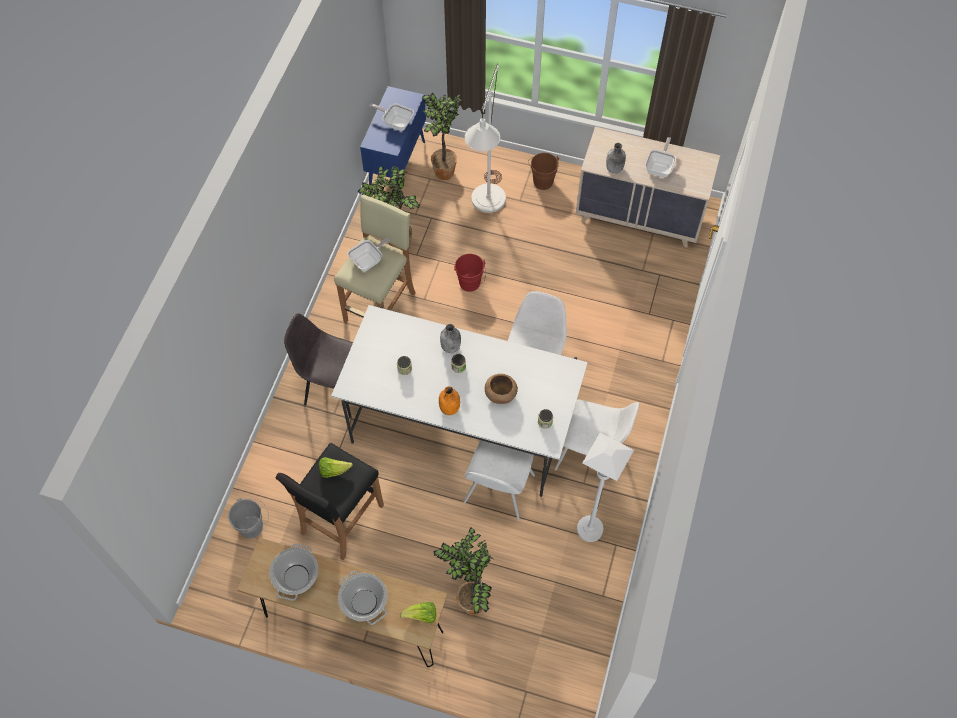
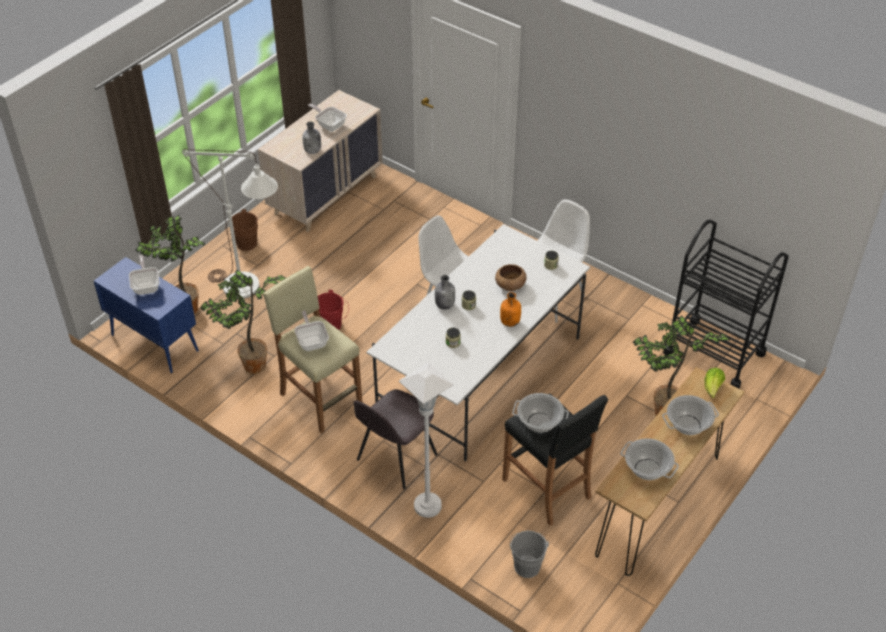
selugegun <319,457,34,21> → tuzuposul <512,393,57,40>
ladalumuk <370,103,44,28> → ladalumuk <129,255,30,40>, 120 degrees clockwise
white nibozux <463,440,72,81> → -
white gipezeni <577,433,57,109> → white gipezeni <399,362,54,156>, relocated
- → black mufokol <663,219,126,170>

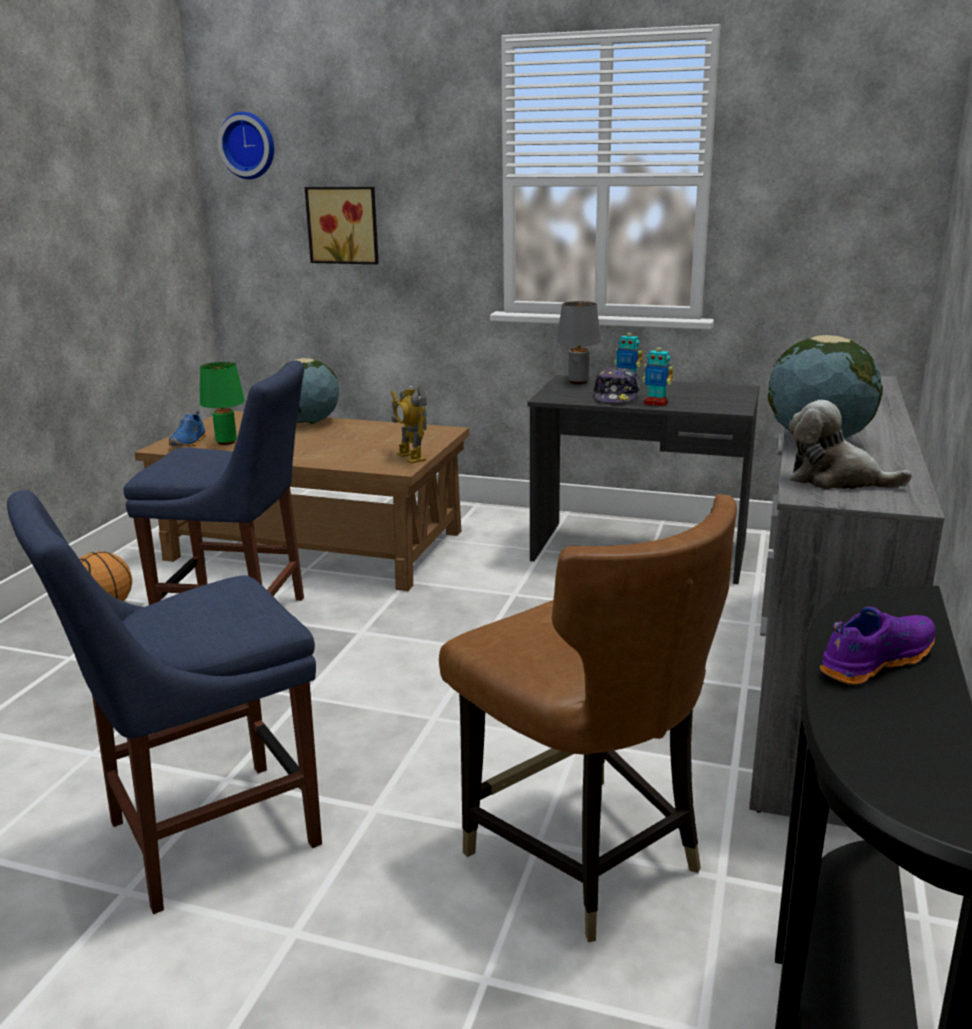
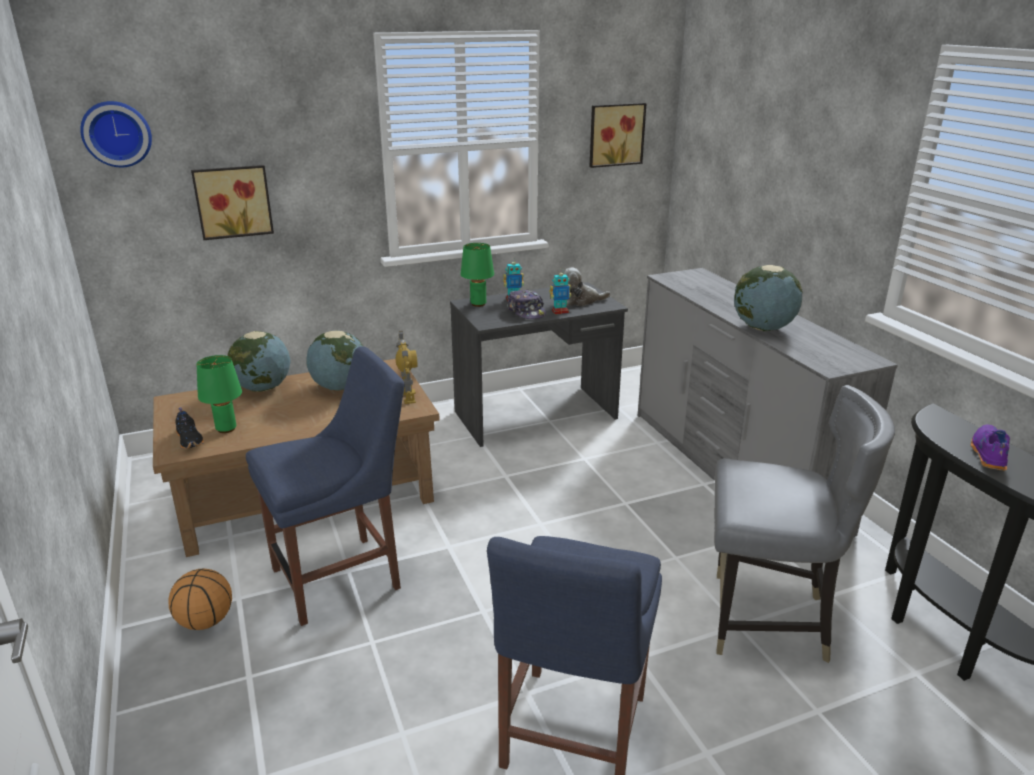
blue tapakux <169,411,37,35> → black tapakux <175,407,29,42>
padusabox <391,385,36,79> → padusabox <396,331,22,73>, 120 degrees counterclockwise
brown nibozux <439,494,298,448> → grey nibozux <714,385,181,278>
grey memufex <557,301,44,83> → green memufex <460,243,34,64>
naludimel <789,400,123,89> → naludimel <563,268,47,38>, relocated
- → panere <306,330,57,61>
- → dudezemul <589,103,58,65>

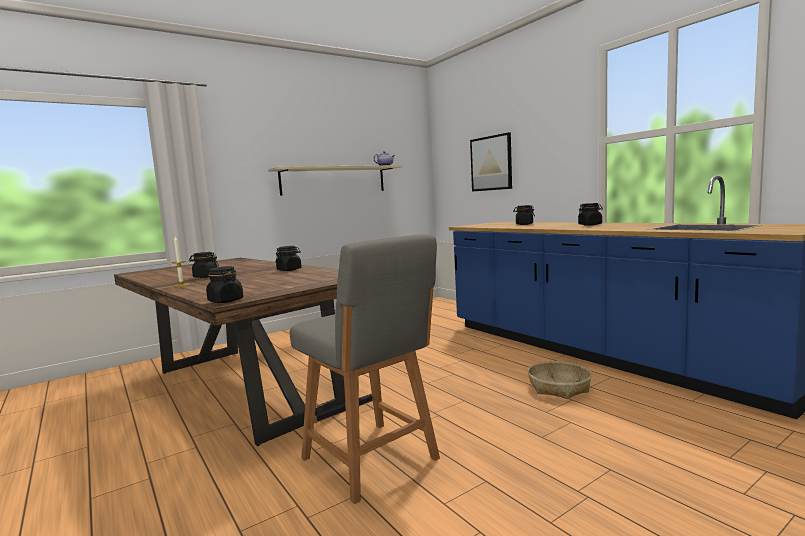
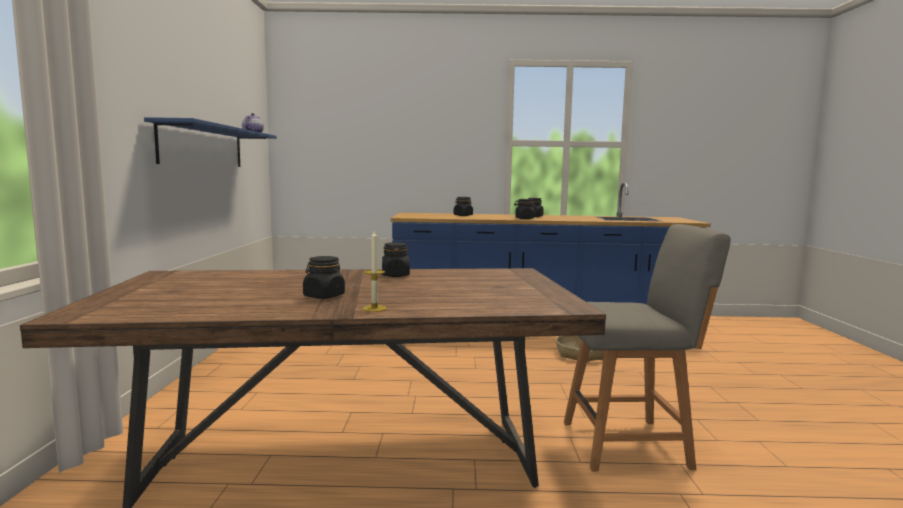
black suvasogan <206,266,37,37> → black suvasogan <515,199,21,20>, relocated
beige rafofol <268,165,135,31> → blue rafofol <144,117,133,50>
dudezemul <470,132,42,60> → -

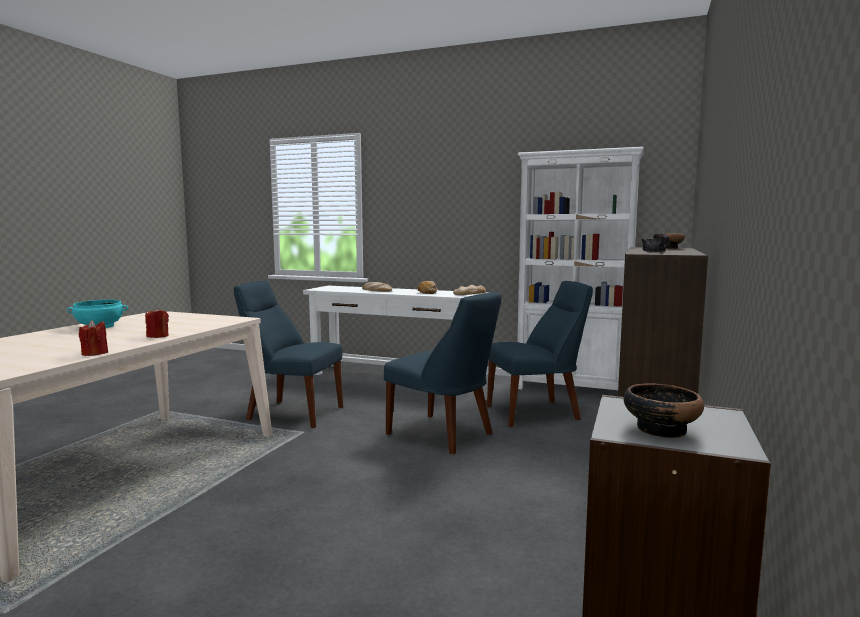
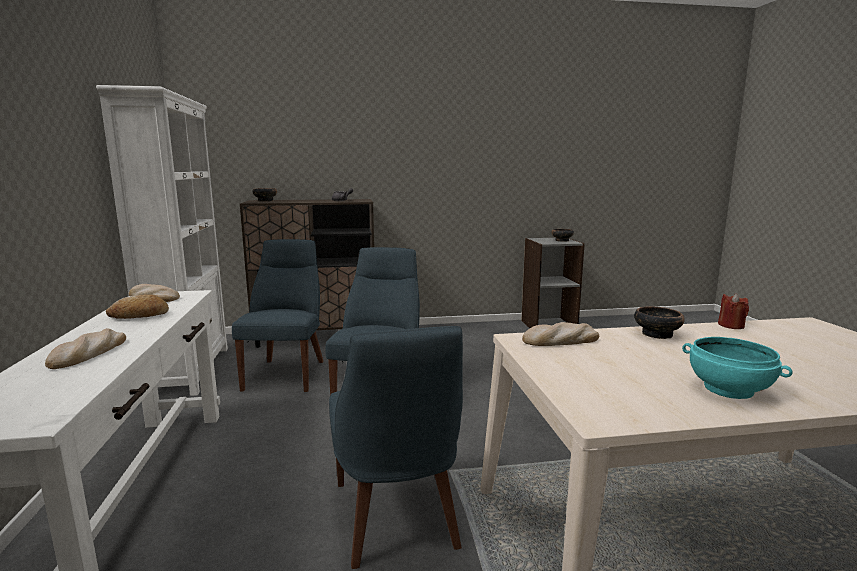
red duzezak <145,308,24,30> → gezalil <634,306,51,33>
blue nibozux <487,281,106,146> → blue nibozux <232,239,92,153>, 45 degrees clockwise
- → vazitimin <522,322,77,24>

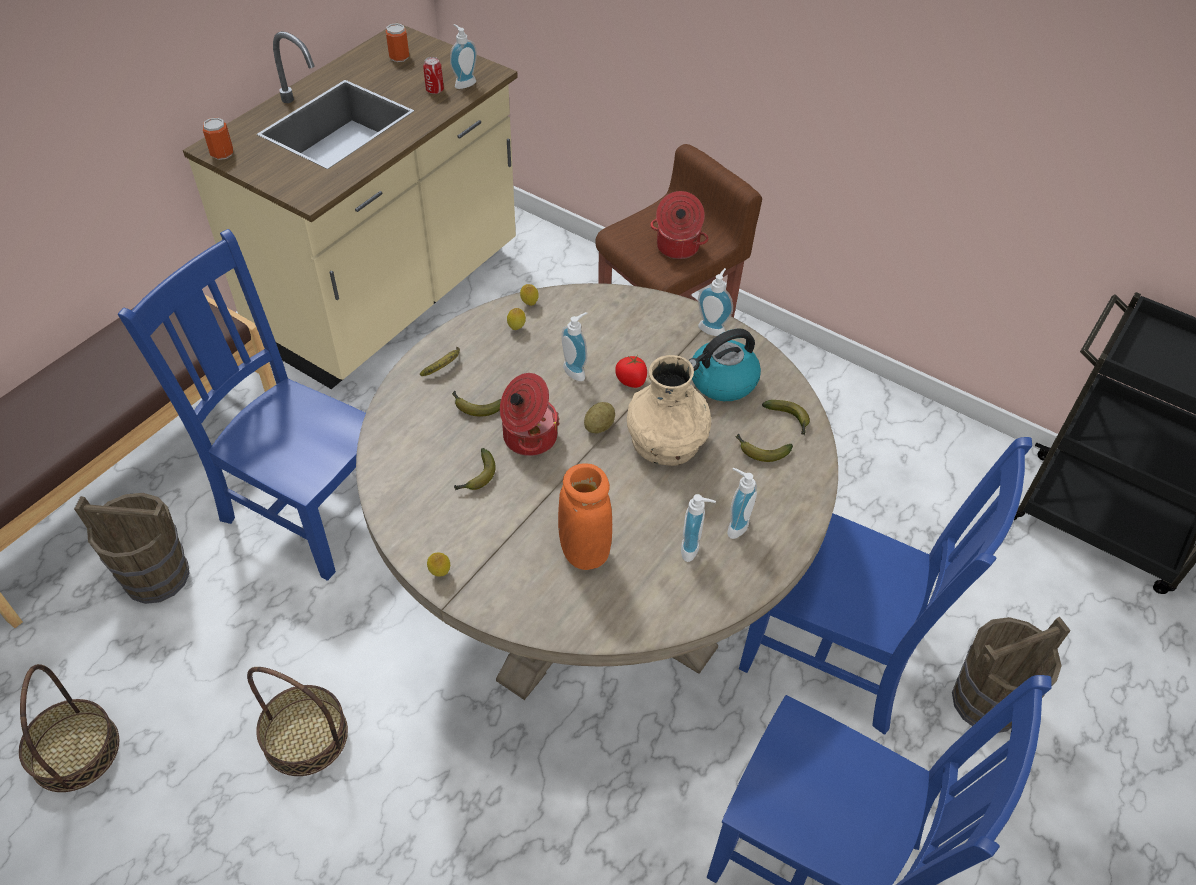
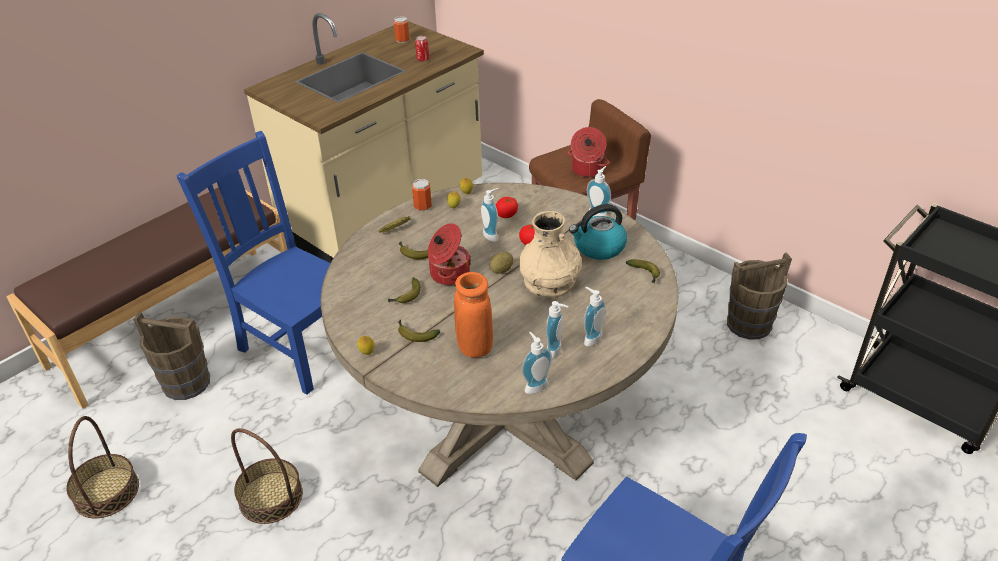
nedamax <203,118,30,42> → nedamax <412,179,20,32>, relocated
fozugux <450,24,27,65> → fozugux <522,332,30,62>, relocated
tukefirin <735,434,58,28> → tukefirin <398,320,42,22>, relocated
blue nibozux <739,437,293,298> → -
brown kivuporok <952,617,119,116> → brown kivuporok <727,252,65,88>, relocated
- → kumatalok <496,197,22,21>

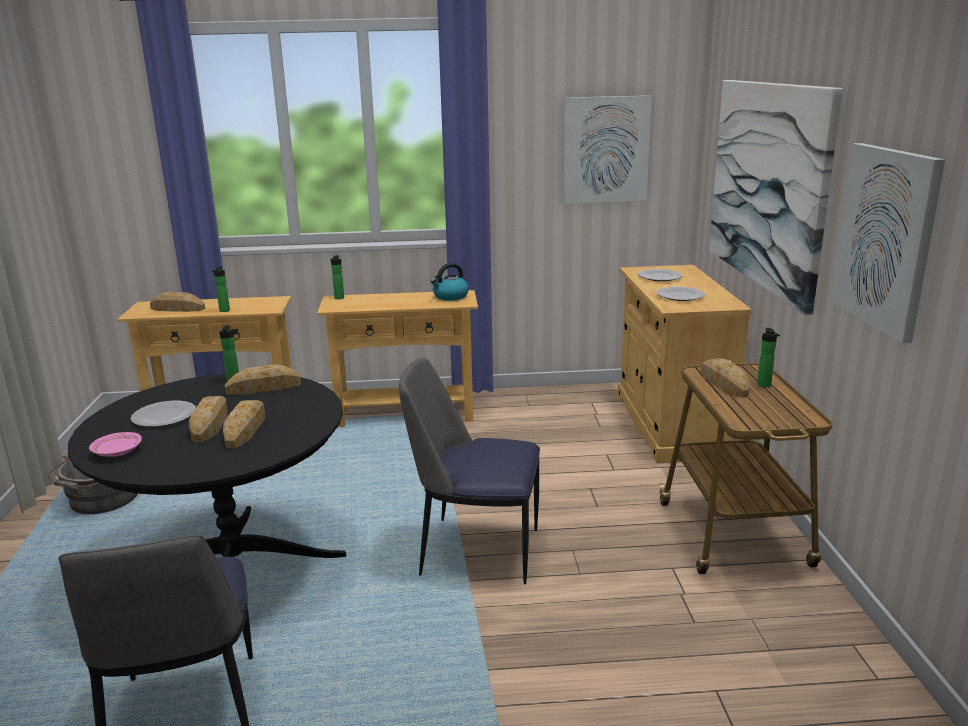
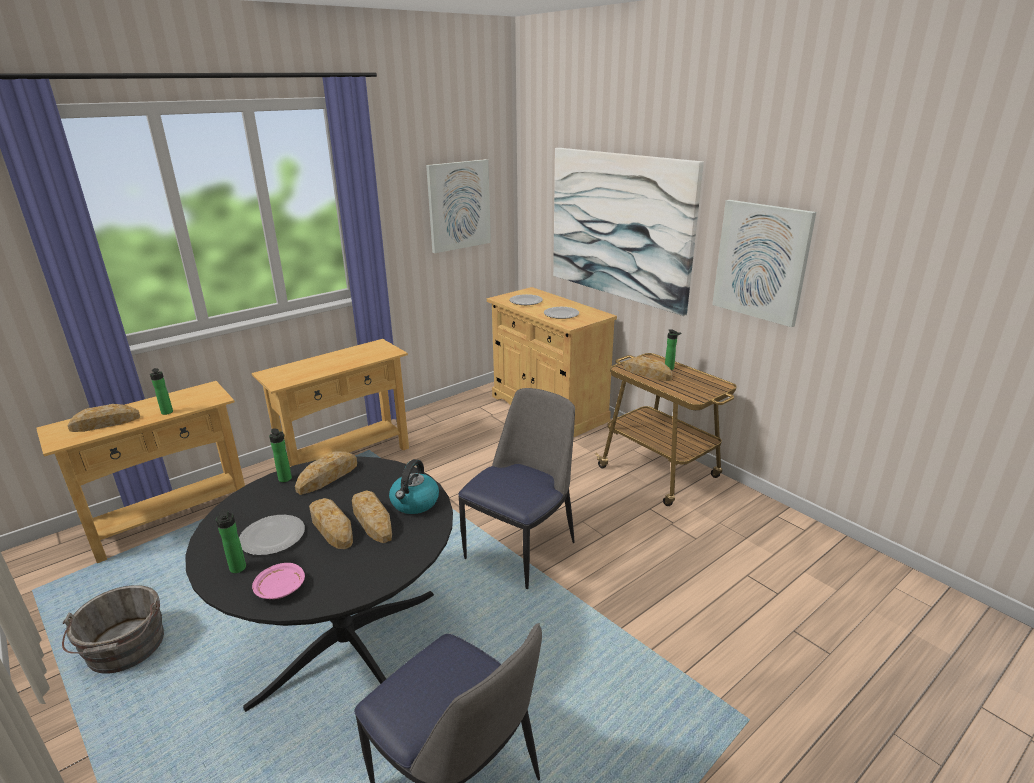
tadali <330,255,14,44> → tadali <216,509,30,64>, relocated
nibozux <399,358,141,226> → nibozux <459,388,116,201>, 150 degrees clockwise
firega <430,263,39,38> → firega <389,459,50,55>, relocated

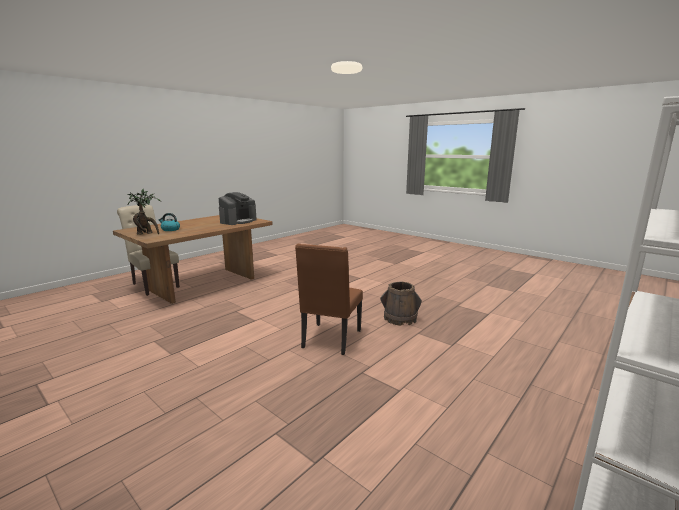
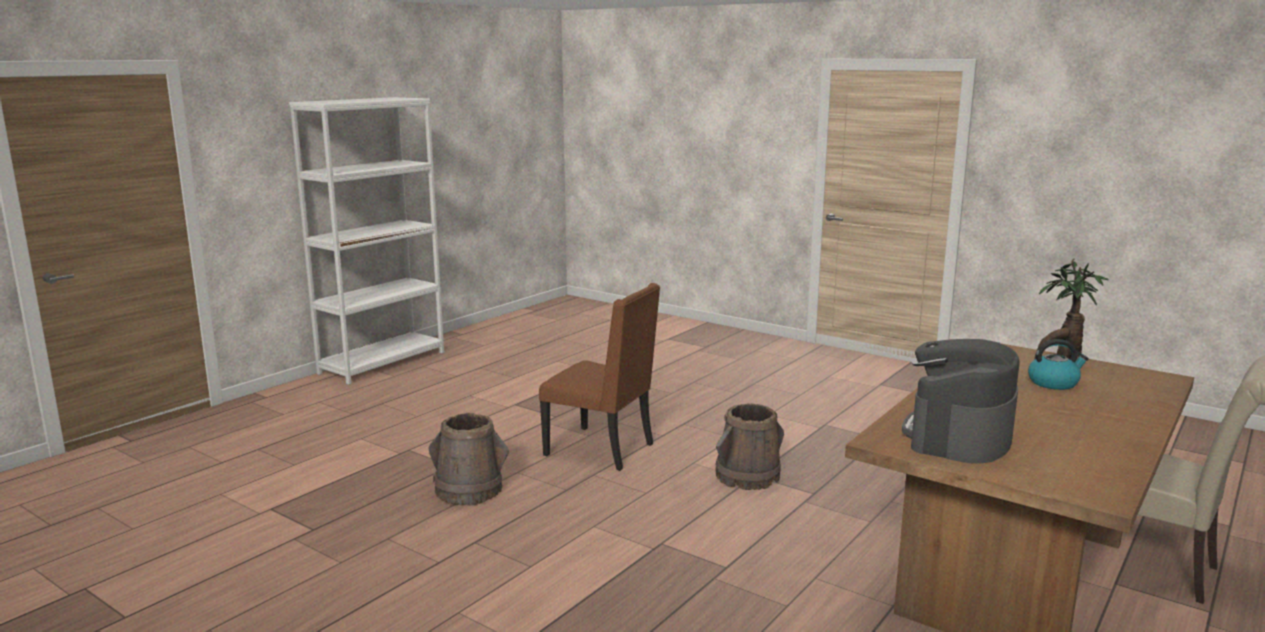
brown nibozux <295,244,68,111> → brown nibozux <539,283,121,188>, 105 degrees clockwise
- → brown kivuporok <715,403,69,87>

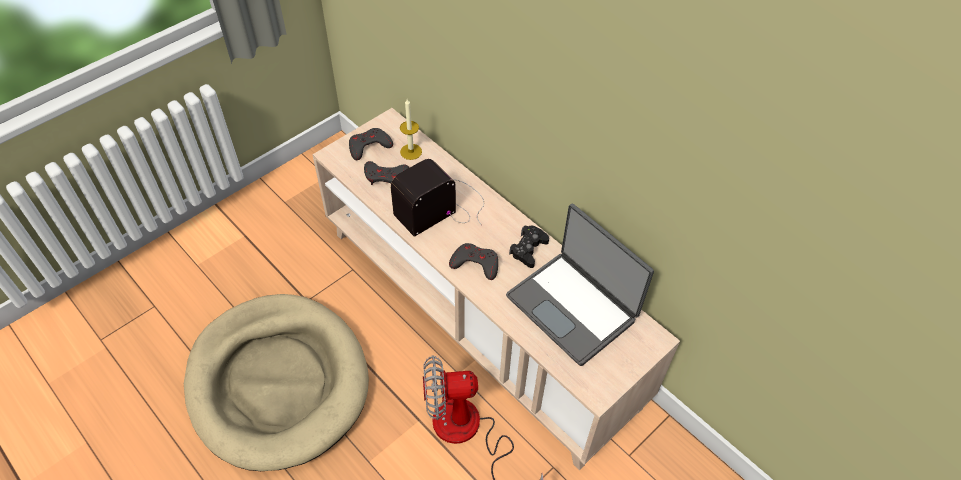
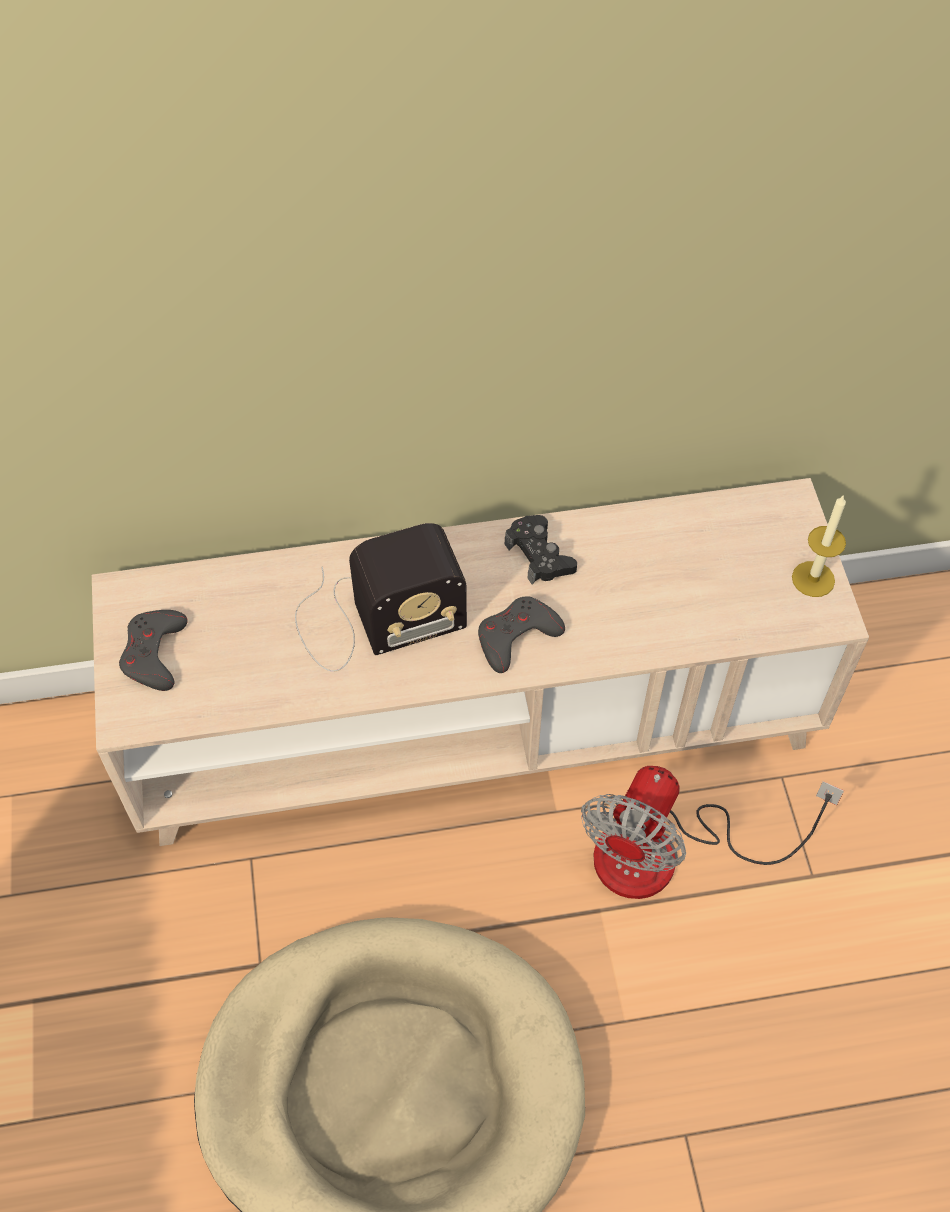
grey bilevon <364,161,45,24> → -
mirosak <391,159,93,78> → mirosak <295,523,172,149>, 105 degrees counterclockwise
duzezak <400,99,22,61> → duzezak <792,495,54,102>, relocated
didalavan <506,203,148,163> → -

